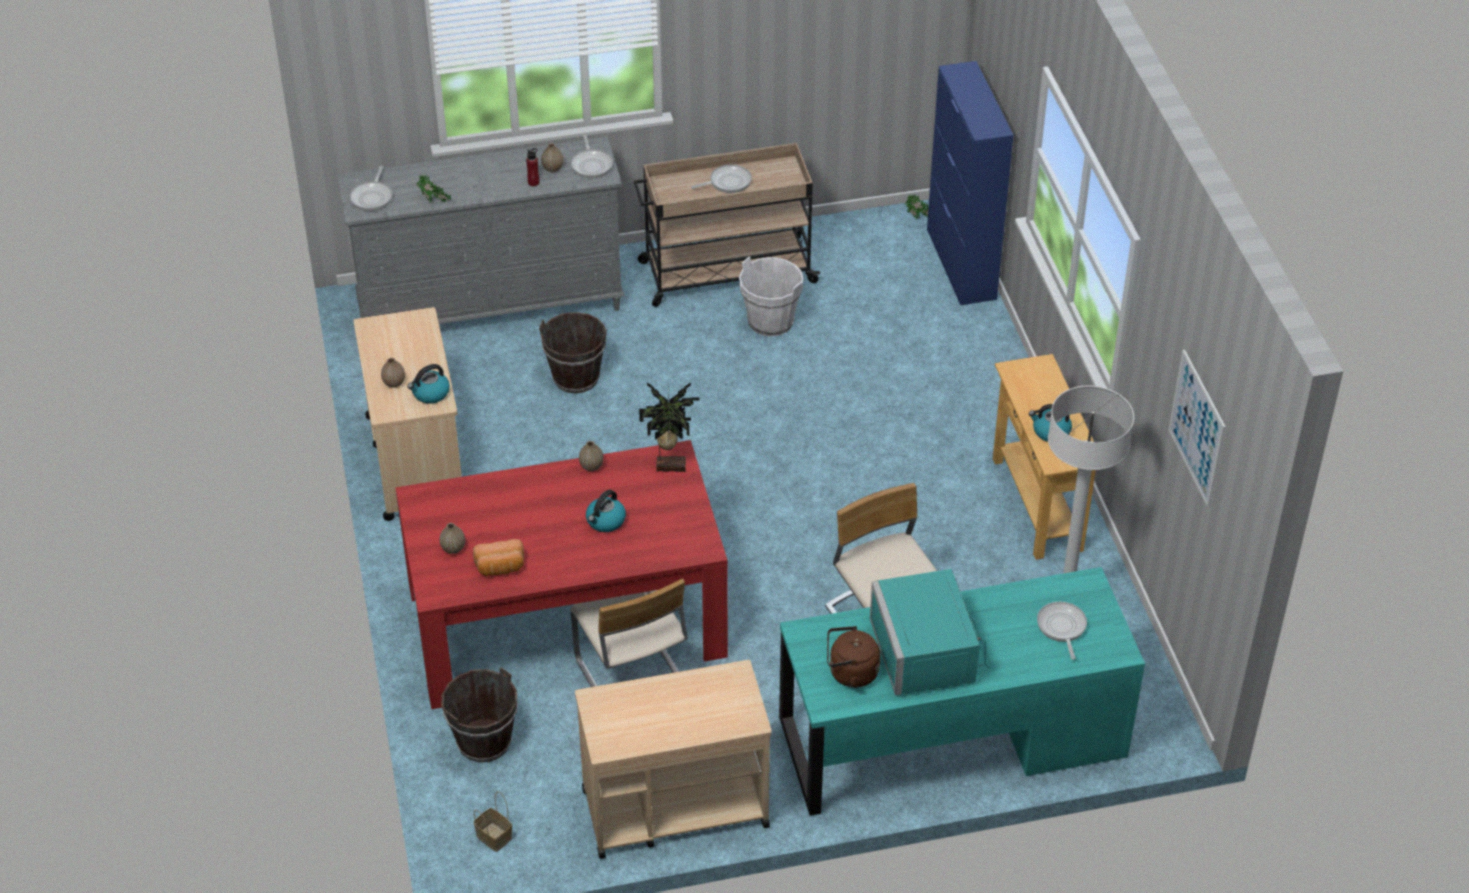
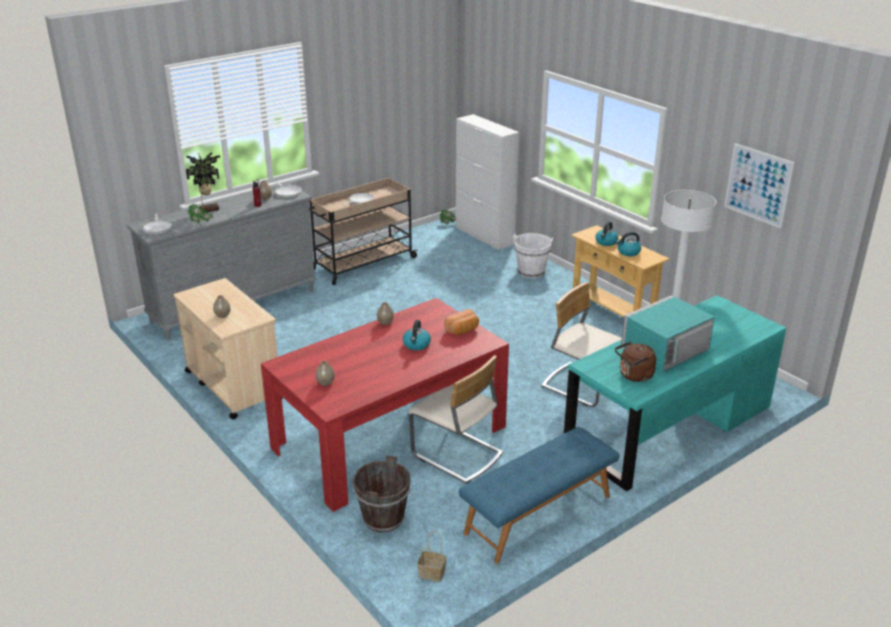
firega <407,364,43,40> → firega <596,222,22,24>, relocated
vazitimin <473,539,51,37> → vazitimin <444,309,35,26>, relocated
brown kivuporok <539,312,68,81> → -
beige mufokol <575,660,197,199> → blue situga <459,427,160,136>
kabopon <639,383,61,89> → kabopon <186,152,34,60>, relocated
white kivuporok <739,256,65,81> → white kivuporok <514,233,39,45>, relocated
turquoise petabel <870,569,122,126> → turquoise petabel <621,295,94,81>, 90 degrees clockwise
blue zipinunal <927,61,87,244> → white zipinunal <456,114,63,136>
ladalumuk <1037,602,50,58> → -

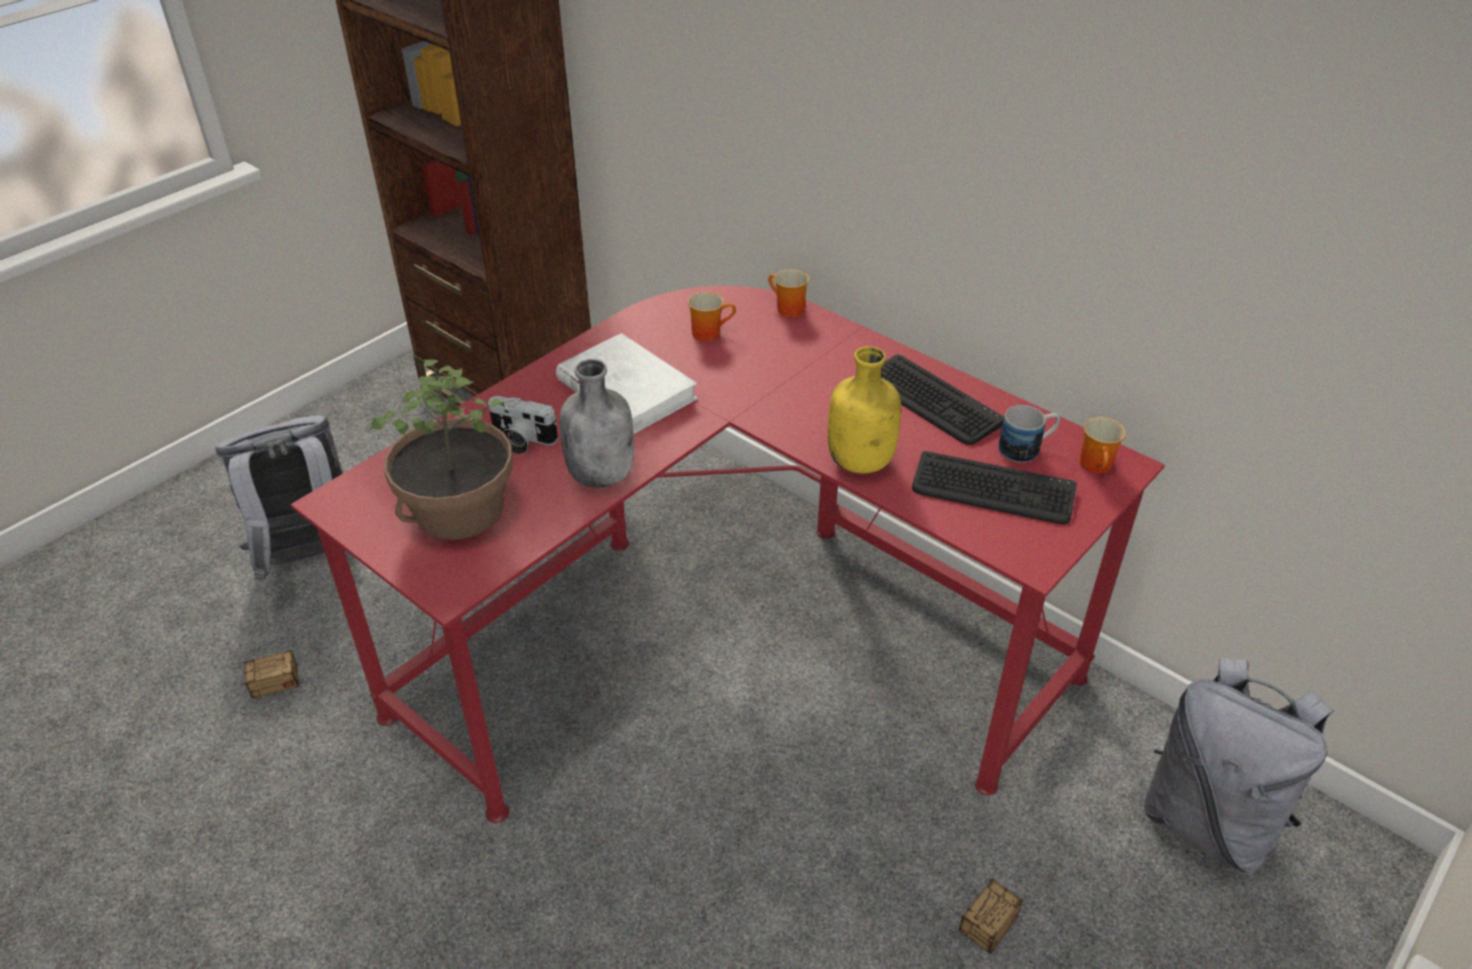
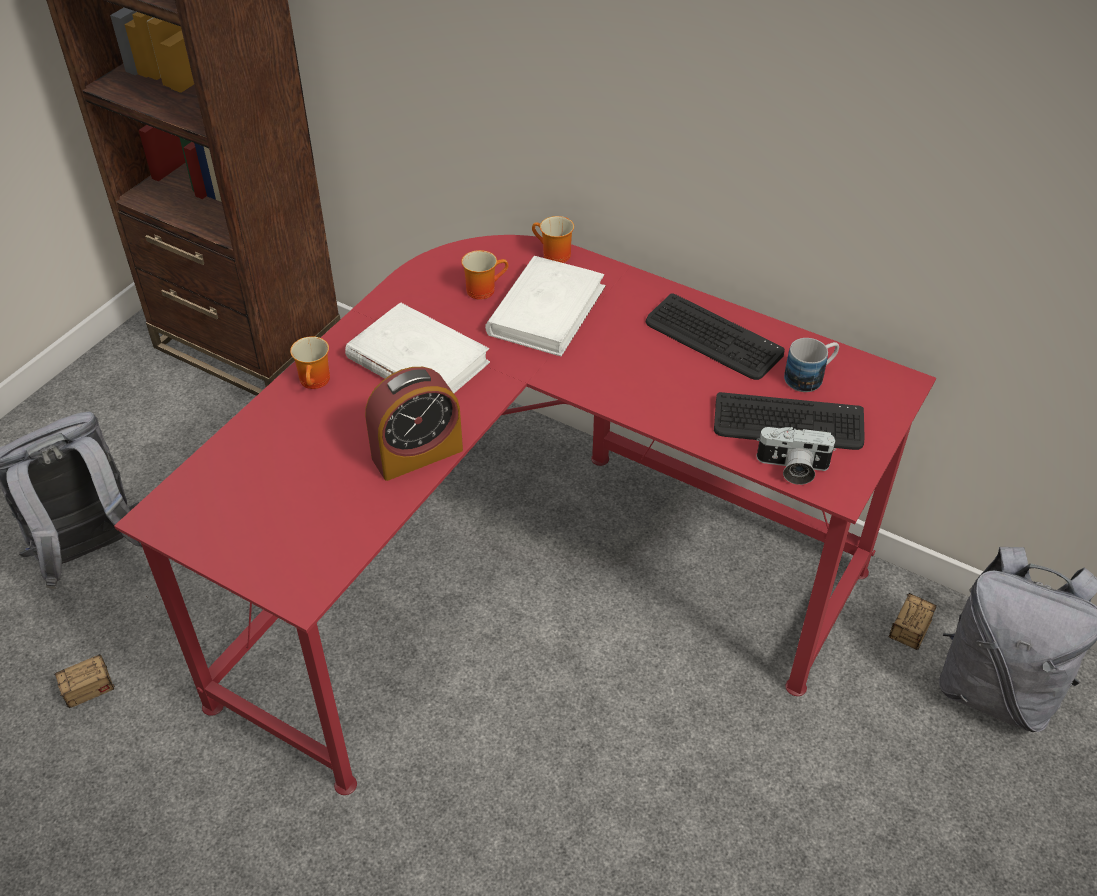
kabopon <371,360,142,180> → -
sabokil <488,396,70,58> → sabokil <756,427,80,58>, relocated
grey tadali <559,359,75,128> → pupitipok <365,367,98,114>
yellow tadali <828,346,73,128> → -
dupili <959,879,64,74> → dupili <889,593,48,57>, relocated
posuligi <1079,417,47,56> → posuligi <290,336,40,53>, relocated
- → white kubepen <485,256,121,100>

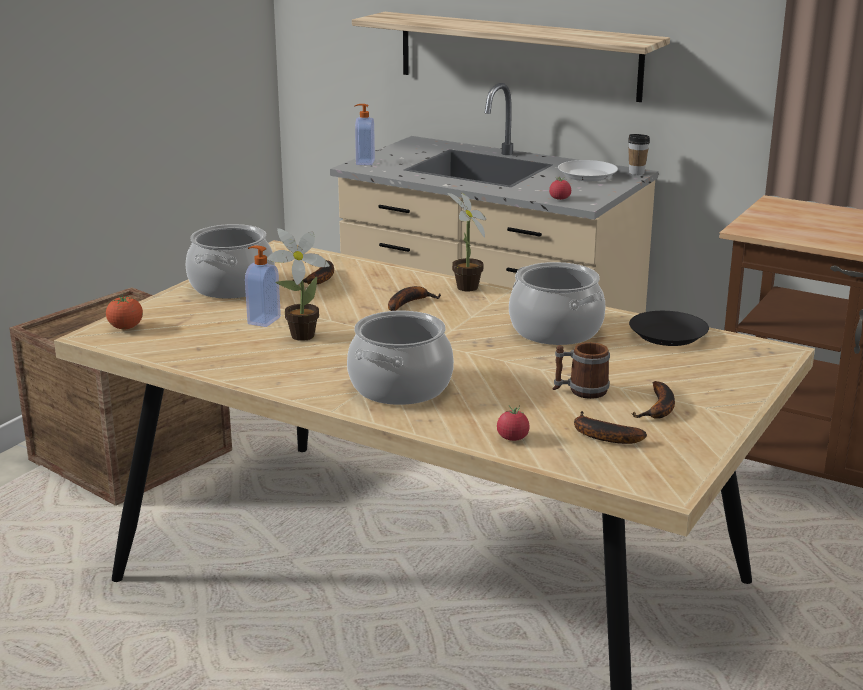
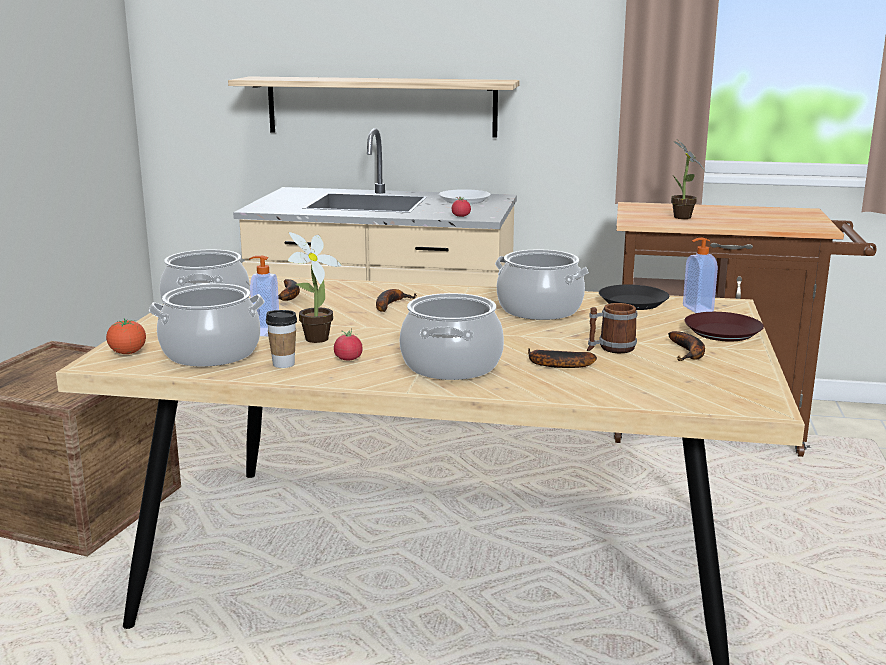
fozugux <354,104,21,61> → fozugux <683,238,35,75>, relocated
kabopon <447,192,39,99> → kabopon <671,140,34,79>, relocated
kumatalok <497,405,33,36> → kumatalok <334,329,29,32>, relocated
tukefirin <574,411,73,33> → tukefirin <528,348,69,20>, relocated
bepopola <628,134,22,41> → bepopola <266,310,31,58>, relocated
- → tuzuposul <149,284,115,83>
- → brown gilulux <684,312,80,29>

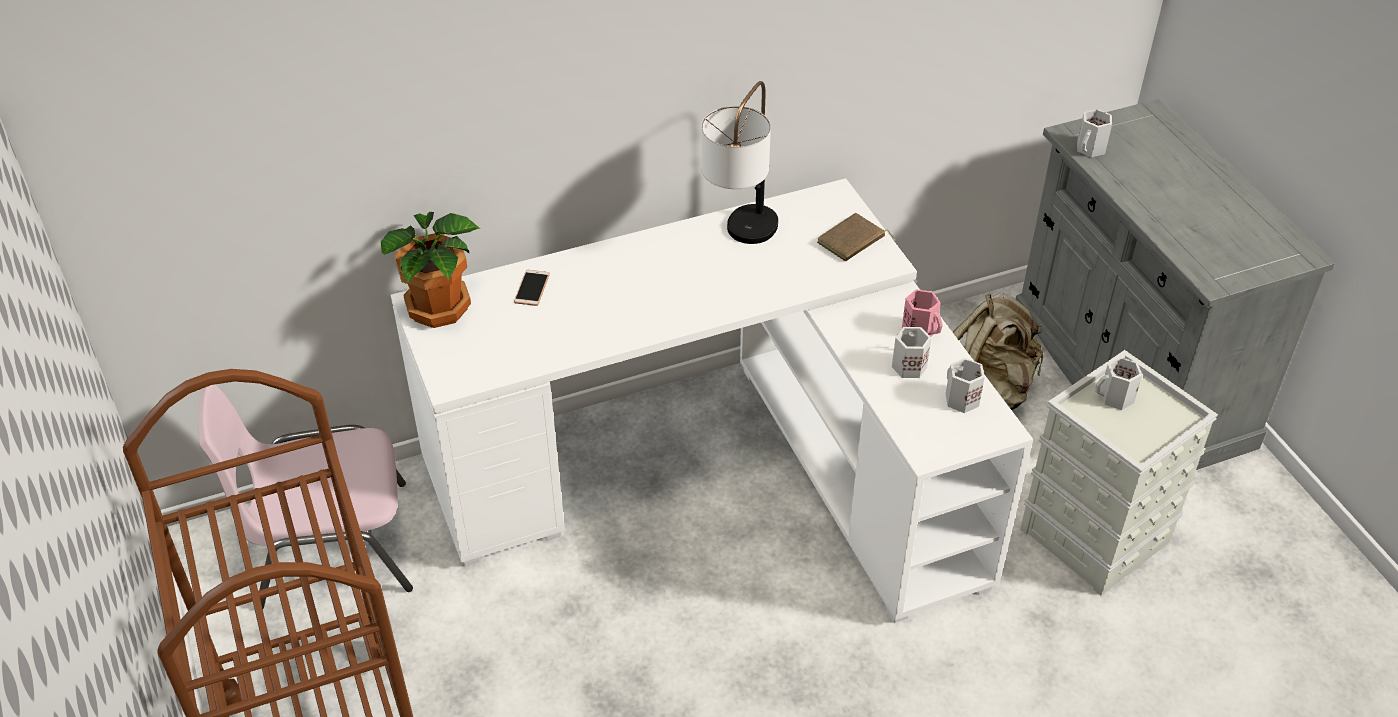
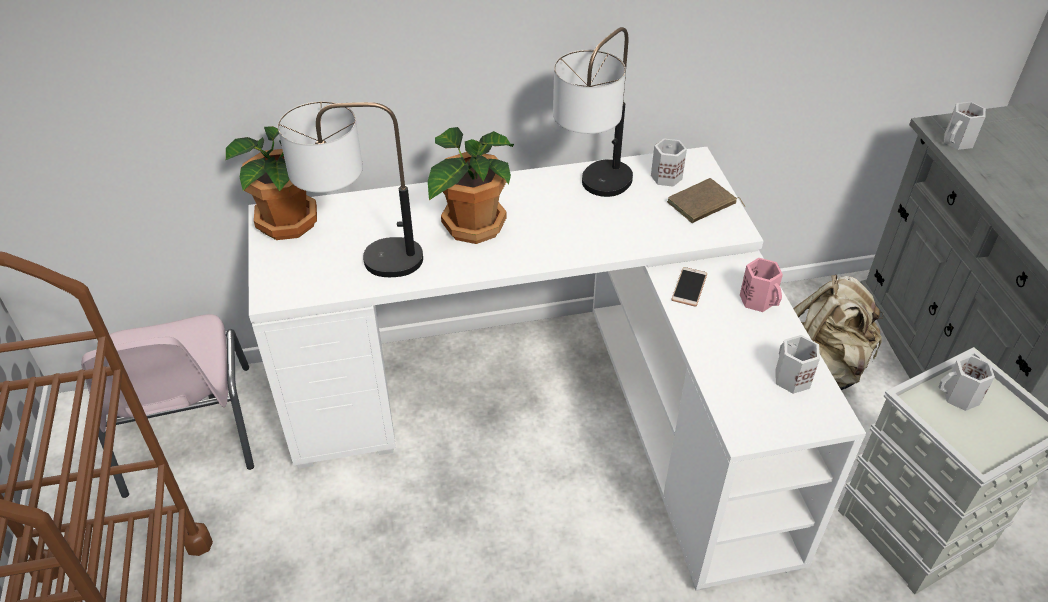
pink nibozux <199,385,214,224> → pink nibozux <81,314,173,184>, 105 degrees counterclockwise
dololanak <514,270,36,36> → dololanak <671,267,36,40>, relocated
white posuligi <892,327,39,51> → white posuligi <651,139,36,48>, relocated
- → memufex <278,101,145,176>
- → kabopon <428,127,86,117>

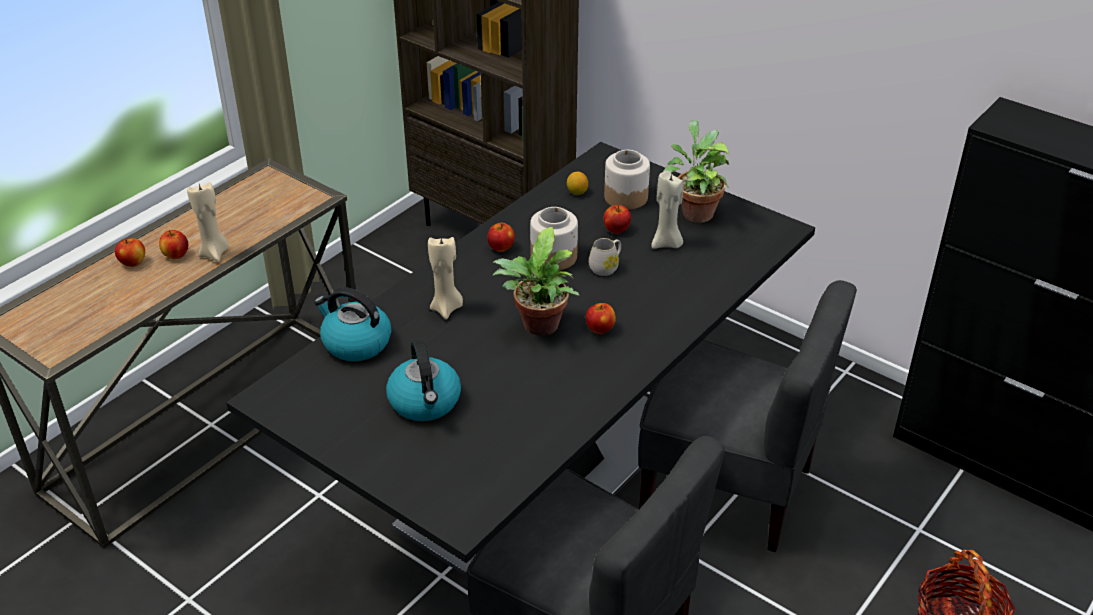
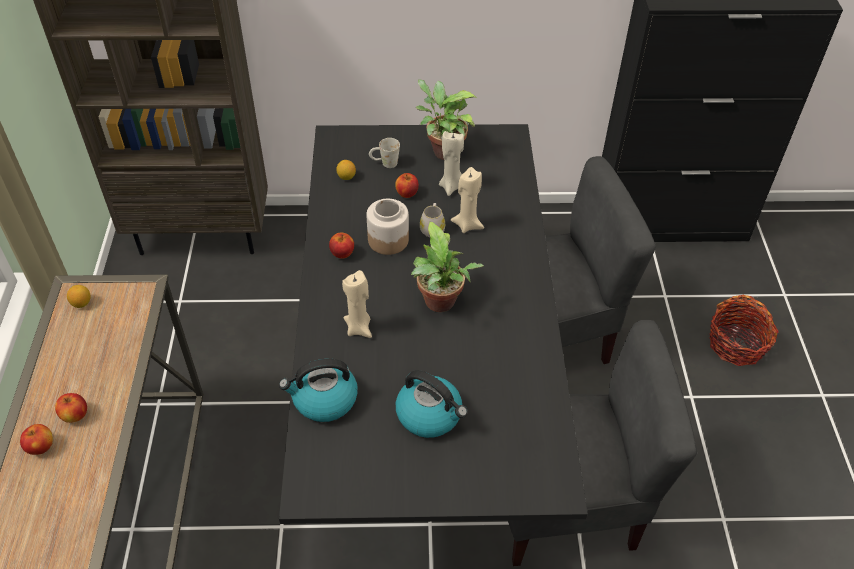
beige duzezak <187,182,42,80> → beige duzezak <451,167,33,66>, relocated
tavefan <585,303,31,31> → -
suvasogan <604,150,46,60> → white posuligi <369,138,31,30>
- → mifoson <67,285,24,23>

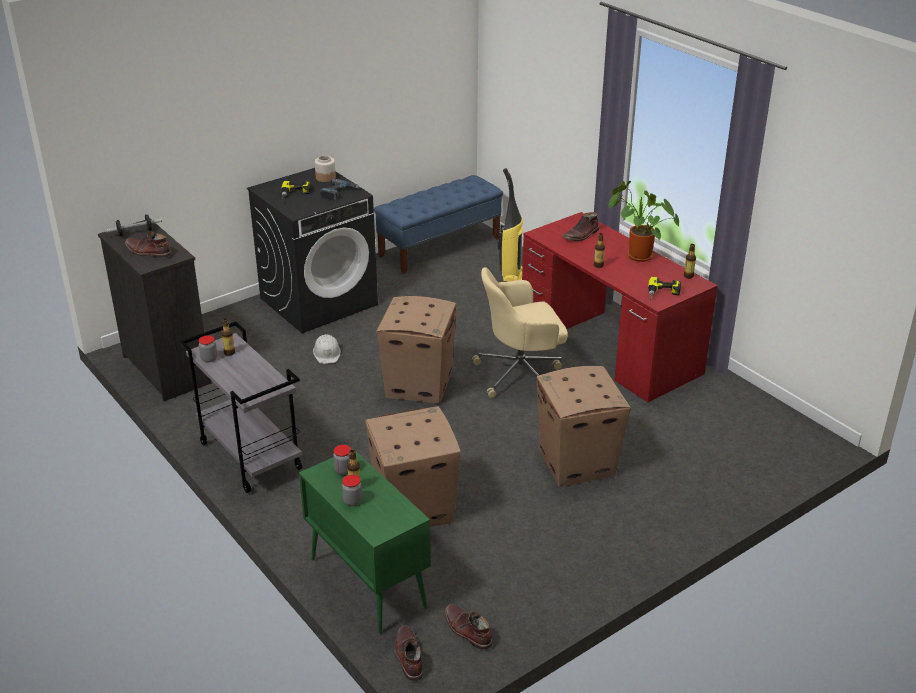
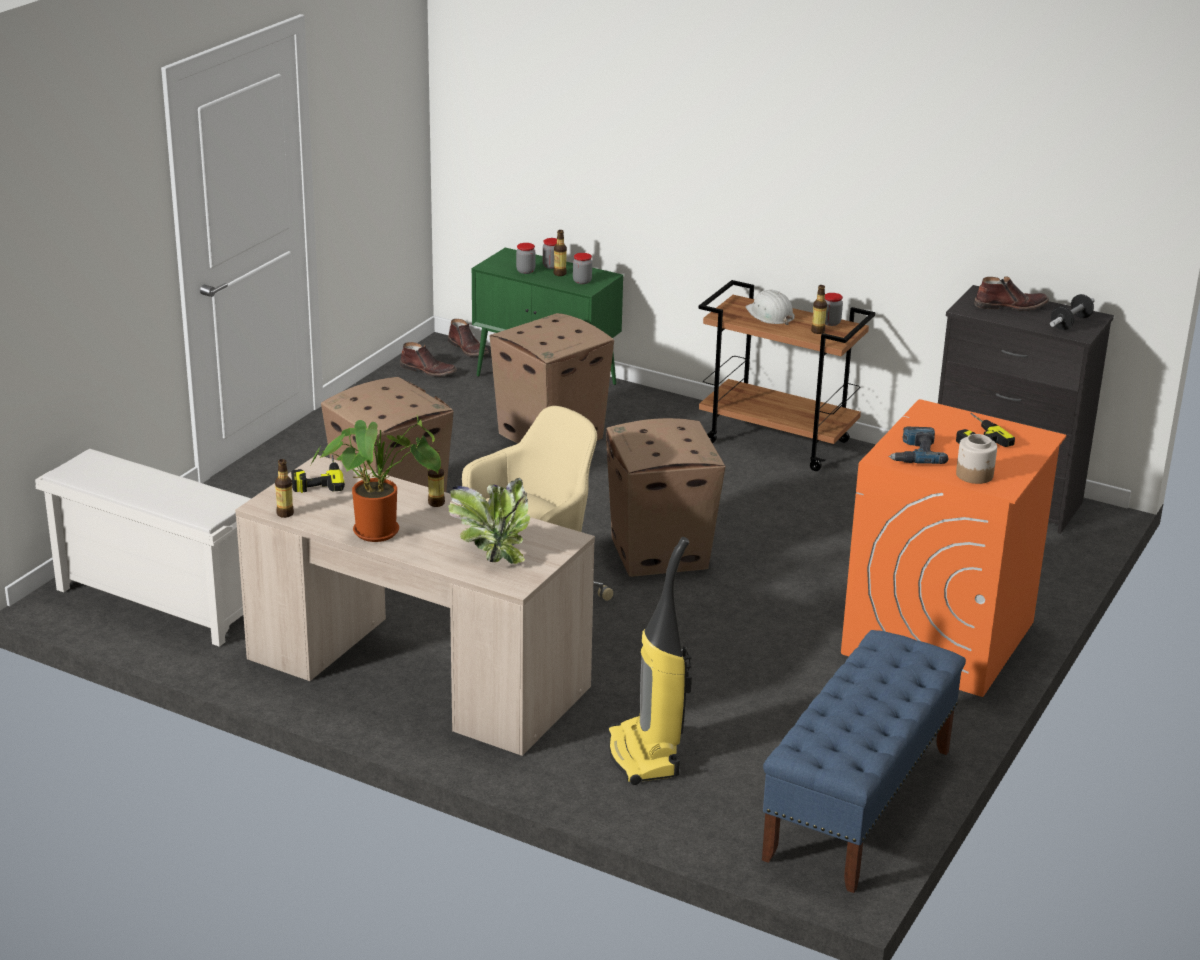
grey mufokol <180,321,122,172> → brown mufokol <698,280,177,191>
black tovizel <247,168,131,165> → orange tovizel <841,399,225,298>
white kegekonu <313,334,28,30> → white kegekonu <746,290,49,35>, relocated
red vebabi <522,212,196,190> → beige vebabi <235,455,360,301>
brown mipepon <563,212,36,29> → kabopon <448,478,82,86>
- → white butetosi <35,449,217,198>
- → suvasogan <516,243,20,31>

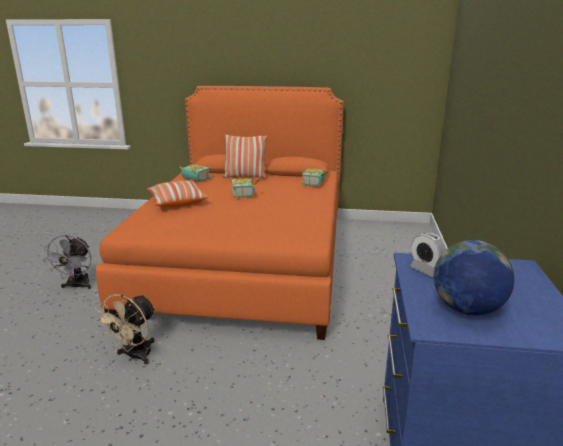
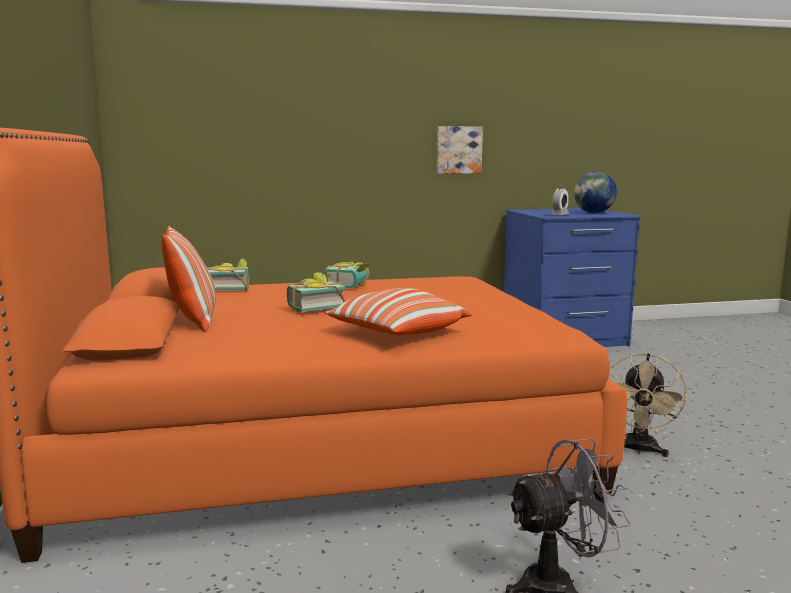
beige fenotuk <95,294,60,70> → beige fenotuk <610,353,77,104>, 105 degrees clockwise
kubepen <180,165,31,16> → kubepen <325,261,45,27>, relocated
- → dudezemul <436,126,47,48>

